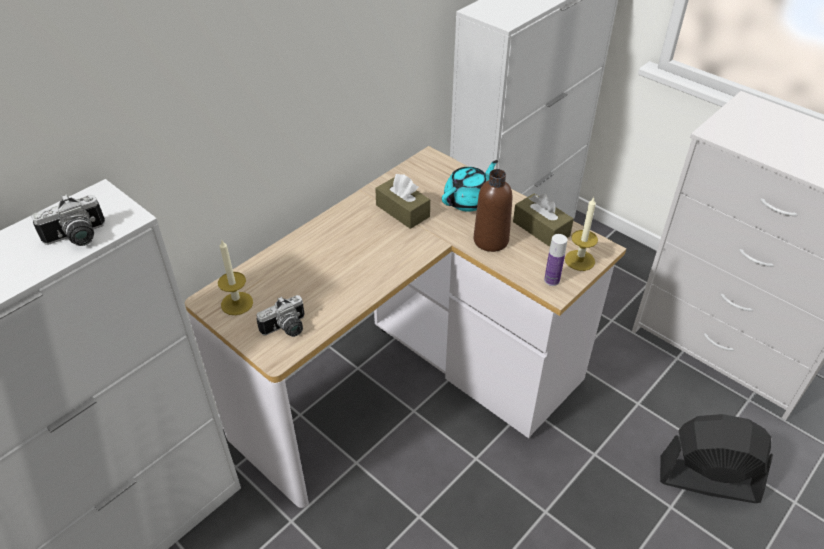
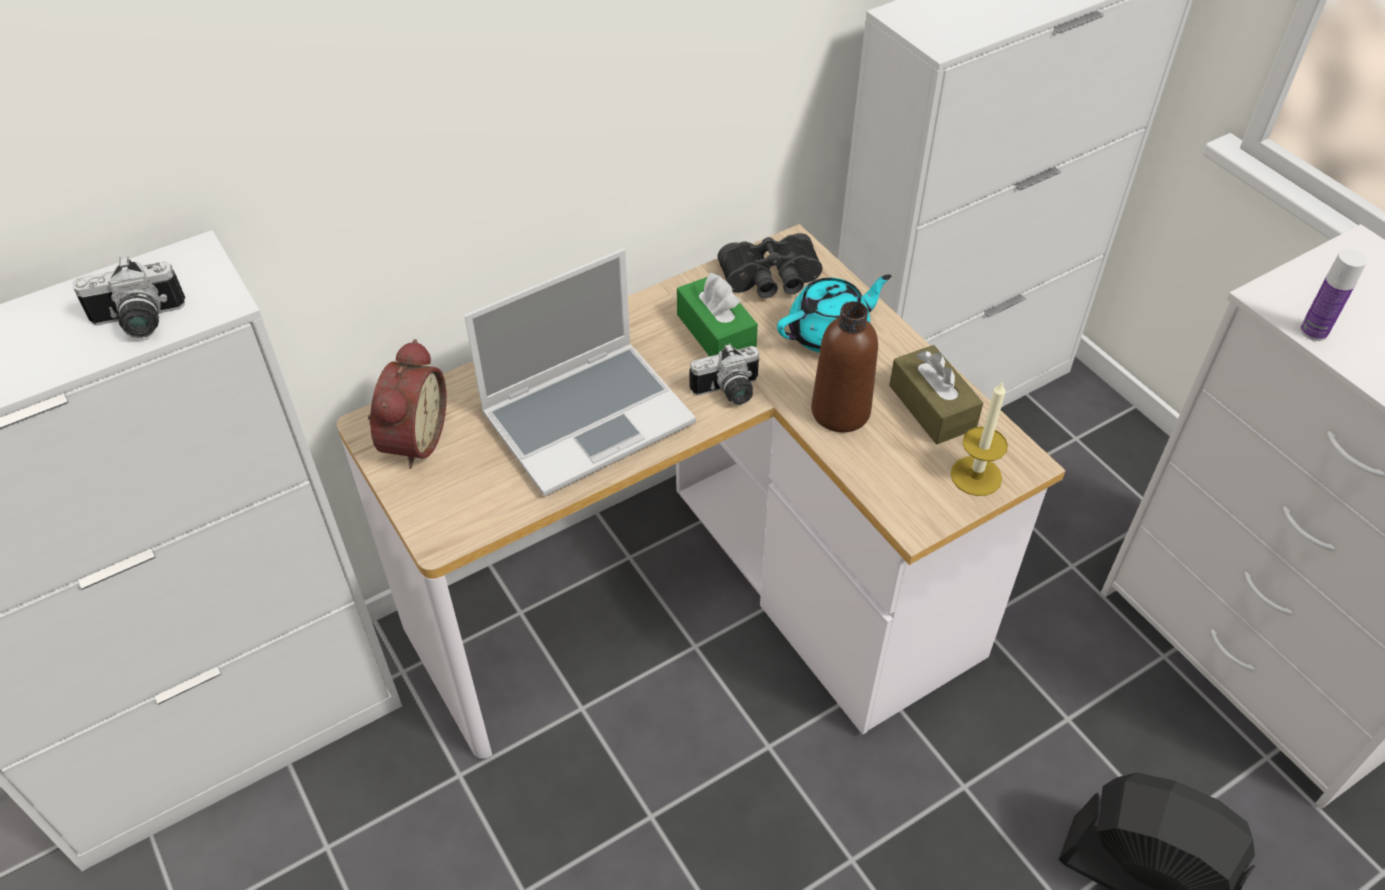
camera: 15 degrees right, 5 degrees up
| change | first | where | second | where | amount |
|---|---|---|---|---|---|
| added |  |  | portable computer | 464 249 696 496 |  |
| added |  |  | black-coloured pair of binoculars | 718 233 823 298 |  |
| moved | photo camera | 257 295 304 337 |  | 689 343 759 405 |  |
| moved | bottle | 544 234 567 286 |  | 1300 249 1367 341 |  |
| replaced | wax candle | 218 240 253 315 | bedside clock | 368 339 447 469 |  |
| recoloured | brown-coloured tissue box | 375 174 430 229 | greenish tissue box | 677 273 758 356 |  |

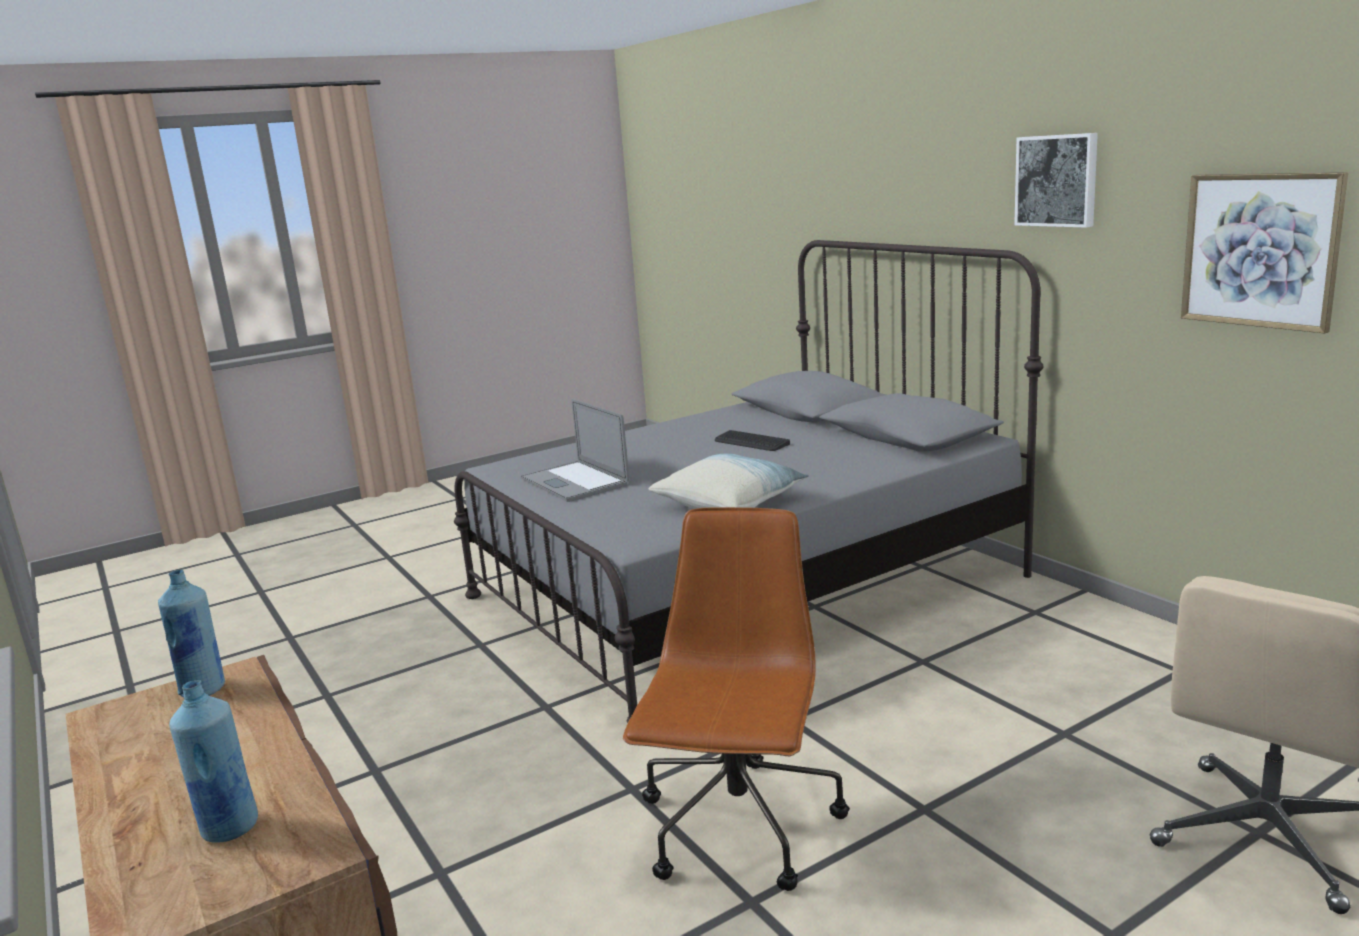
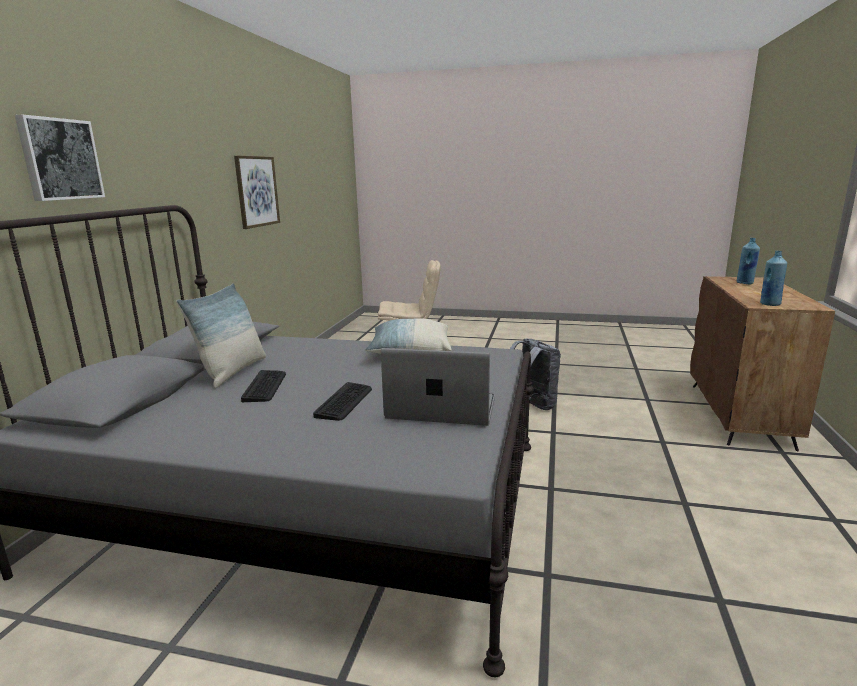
camera: 135 degrees left, 0 degrees up
| change | first | where | second | where | amount |
|---|---|---|---|---|---|
| added |  |  | cushion | 176 283 266 388 |  |
| added |  |  | computer keyboard | 313 382 372 421 |  |
| moved | wall picture | 1014 133 1098 228 |  | 15 115 105 201 |  |
| replaced | brown-coloured office chair | 623 507 850 891 | grey backpack | 510 339 561 410 |  |
| turned | portable computer | 521 399 629 502 |  | 381 348 495 426 | 90 degrees counterclockwise |

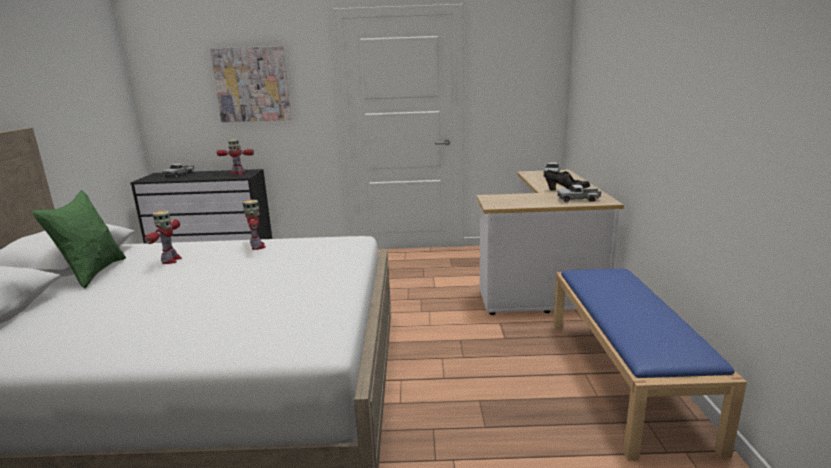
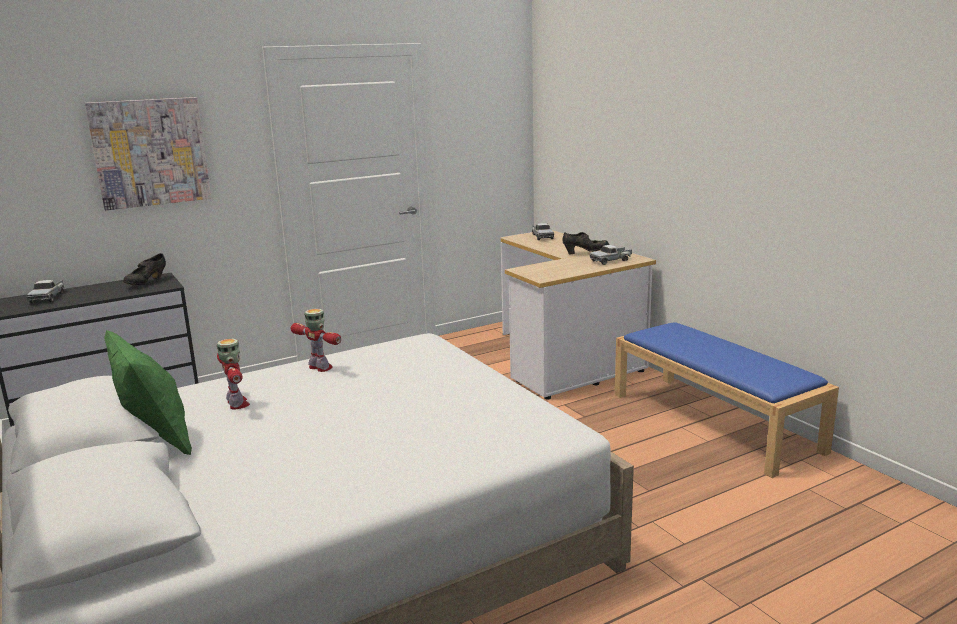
camera: 30 degrees left, 0 degrees up
| change | first | where | second | where | amount |
|---|---|---|---|---|---|
| replaced | robot figure | 217 139 254 175 | black-coloured item of footwear | 123 253 166 285 |  |

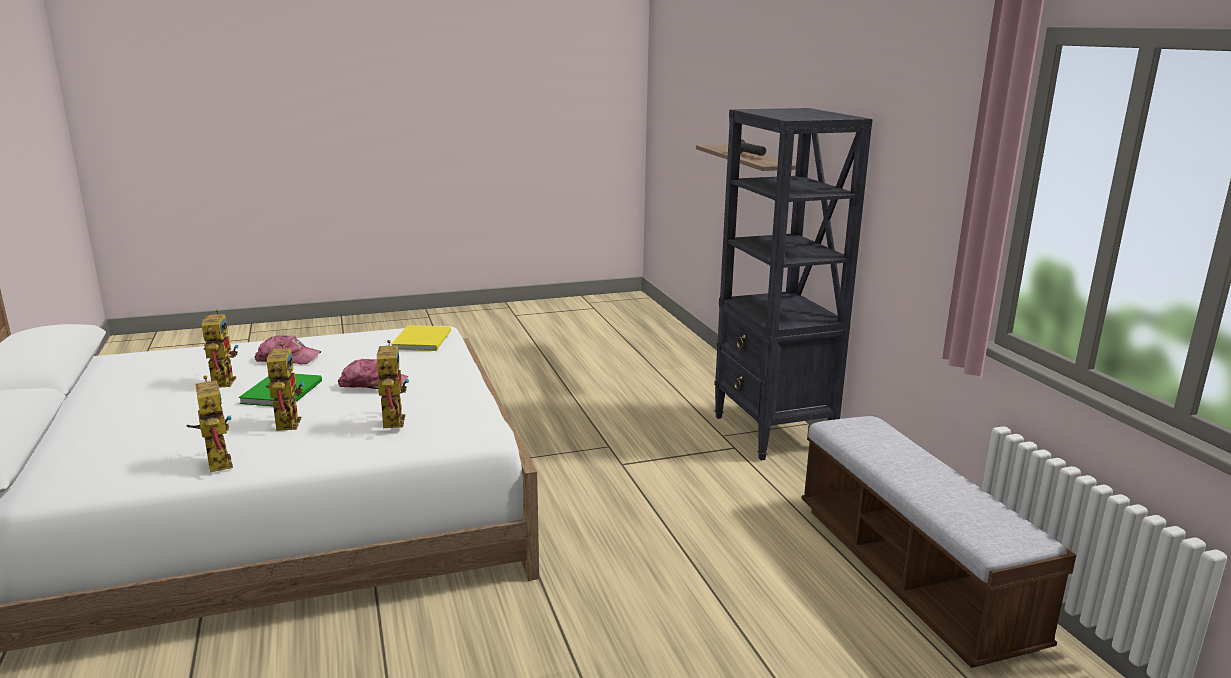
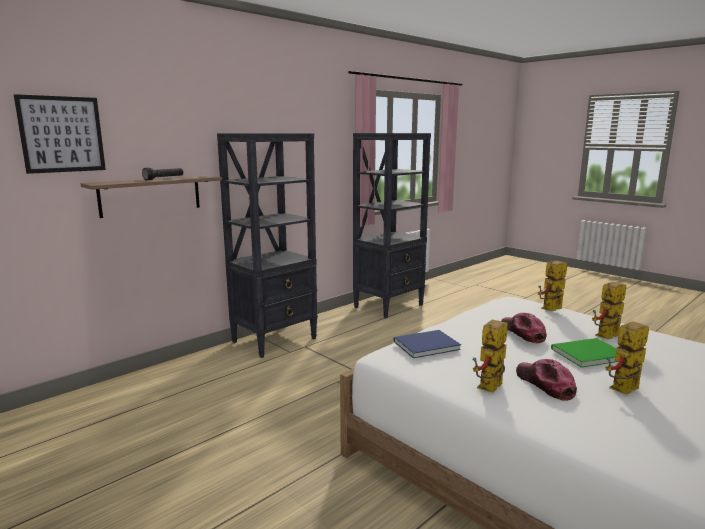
camera: 115 degrees left, 5 degrees down
| change | first | where | second | where | amount |
|---|---|---|---|---|---|
| added |  |  | wall picture | 14 94 106 174 |  |
| moved | robot figure | 187 375 233 472 |  | 473 319 508 393 |  |
| replaced | bench | 801 416 1076 668 | black-coloured shelving unit | 353 133 431 319 |  |
| recoloured | yellowish volume | 392 325 451 351 | blue volume | 394 330 461 358 |  |

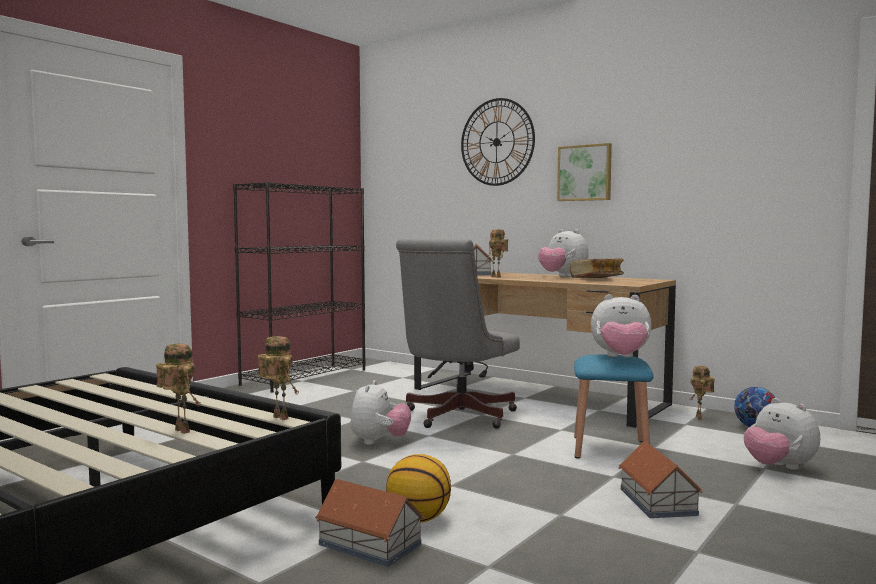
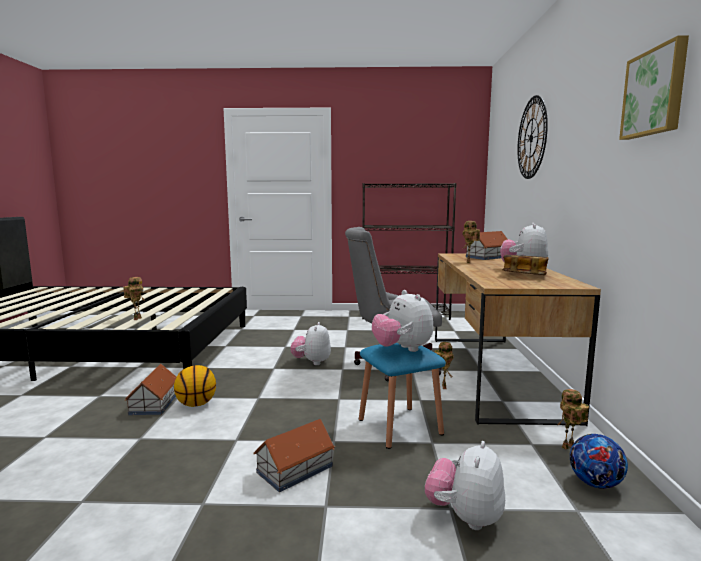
camera: 55 degrees right, 5 degrees up
| change | first | where | second | where | amount |
|---|---|---|---|---|---|
| moved | robot figure | 258 336 299 420 |  | 434 342 454 389 |  |
| moved | wall picture | 557 143 612 201 |  | 619 35 689 140 |  |
| turned | soft toy | 351 380 411 445 |  | 290 322 331 365 | 120 degrees clockwise |

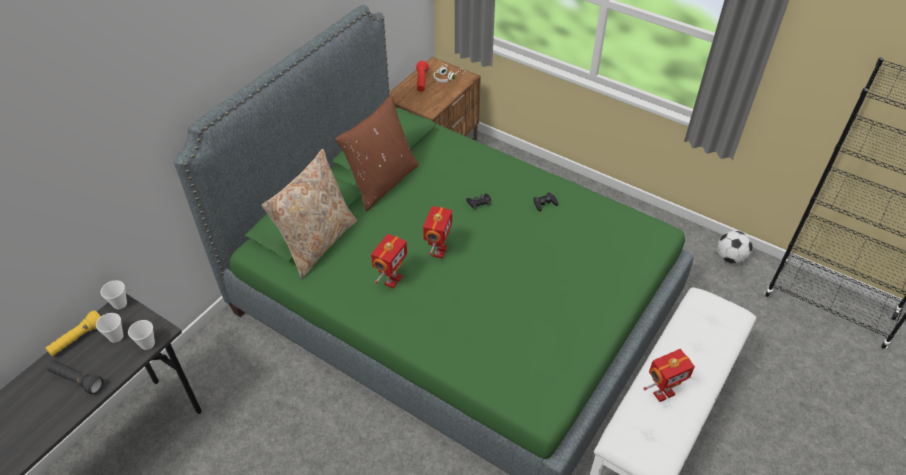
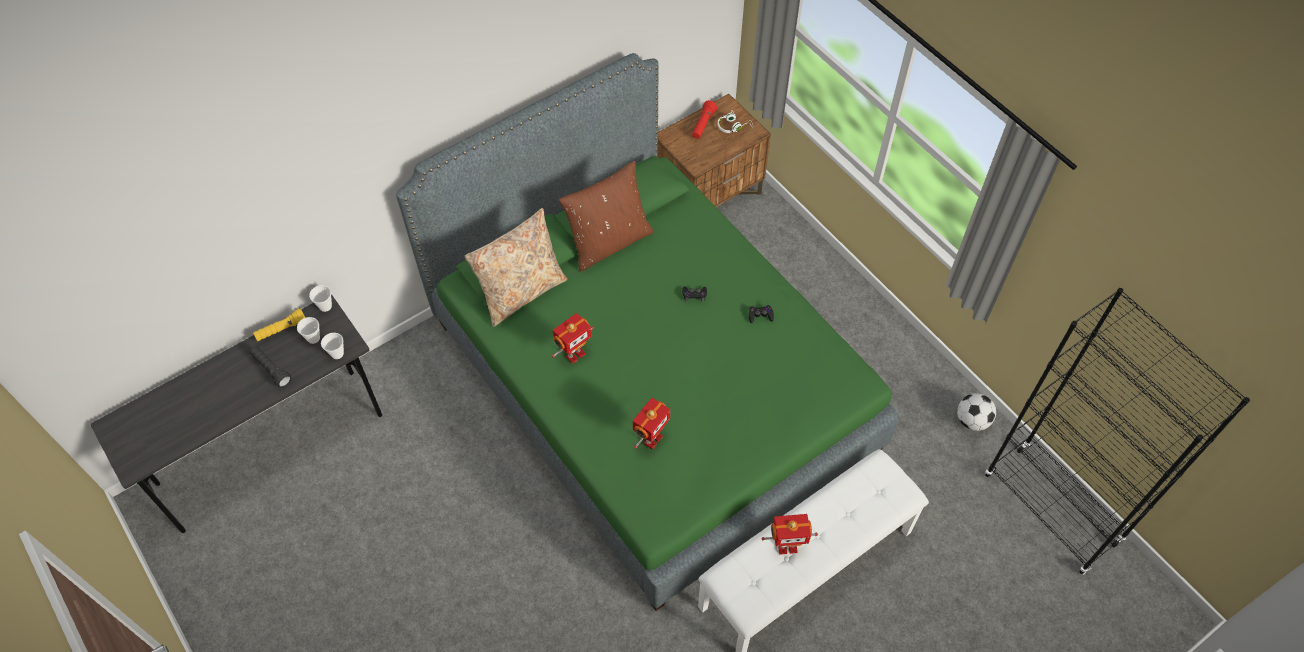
camera: 20 degrees right, 10 degrees up
| change | first | where | second | where | amount |
|---|---|---|---|---|---|
| moved | robot figure | 423 206 452 259 |  | 633 398 670 450 |  |

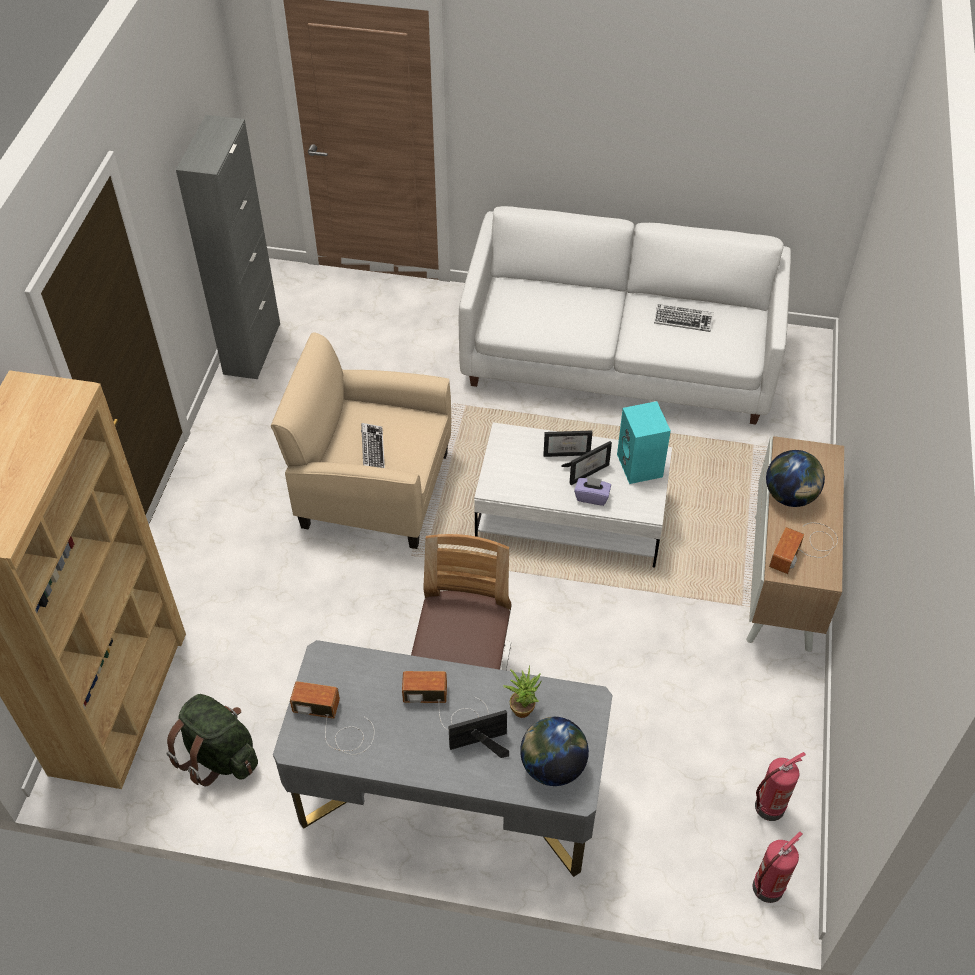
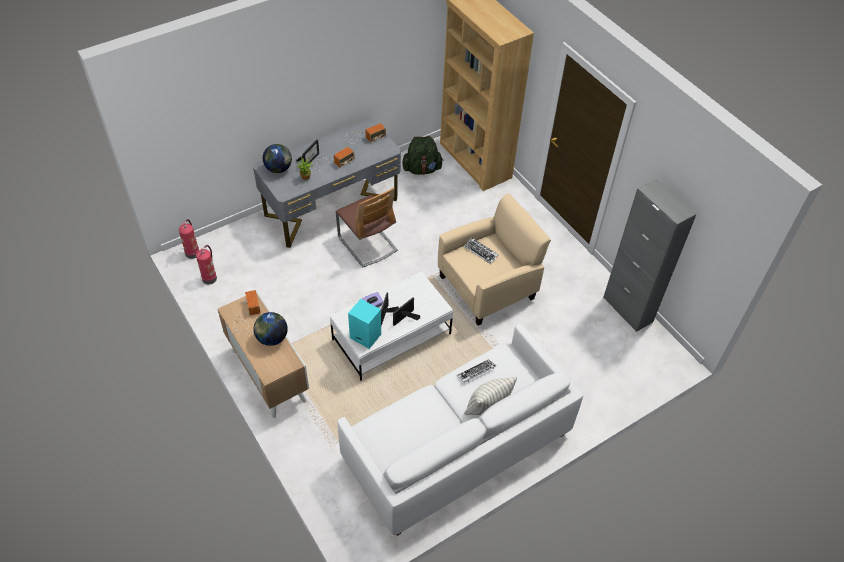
camera: 135 degrees right, 0 degrees up
| change | first | where | second | where | amount |
|---|---|---|---|---|---|
| added |  |  | cushion | 464 377 517 415 |  |
| moved | computer keyboard | 654 304 714 332 |  | 457 359 496 382 |  |

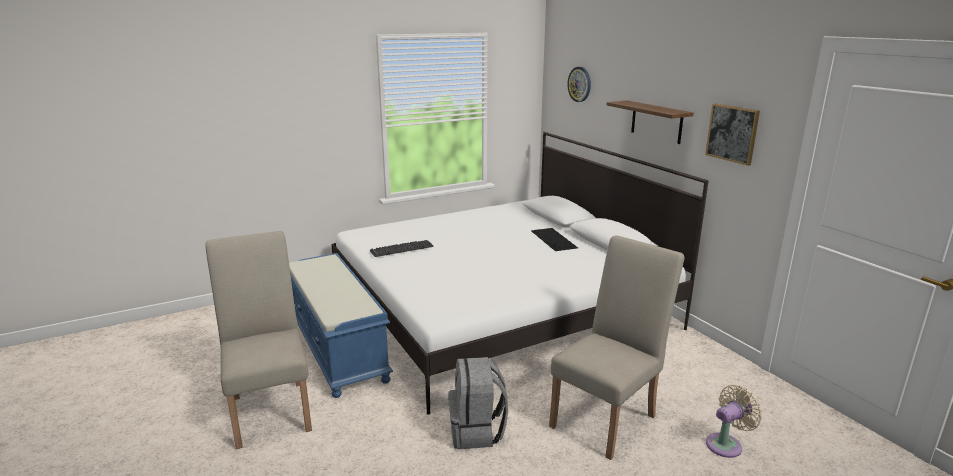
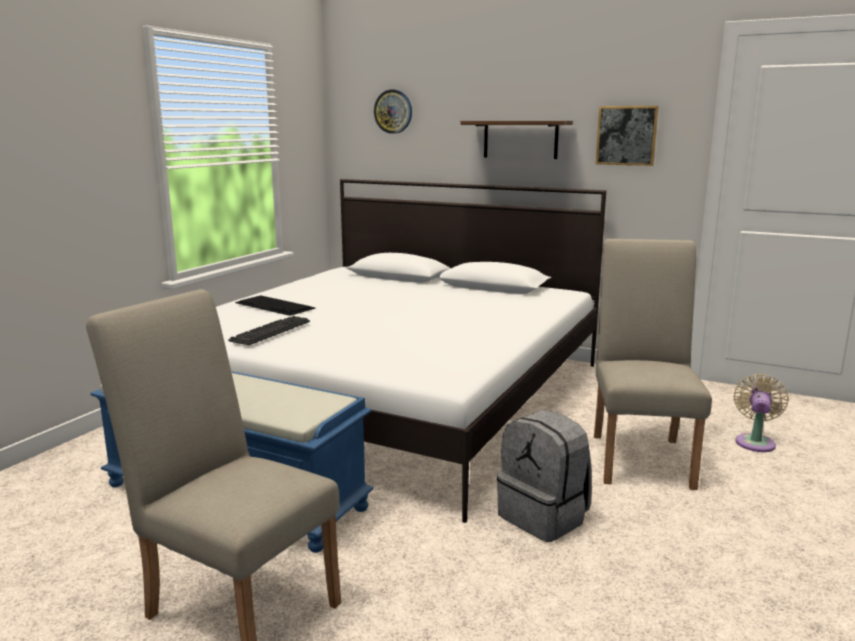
camera: 35 degrees left, 5 degrees down
| change | first | where | second | where | amount |
|---|---|---|---|---|---|
| moved | computer keyboard | 531 228 578 251 |  | 235 295 316 316 |  |

